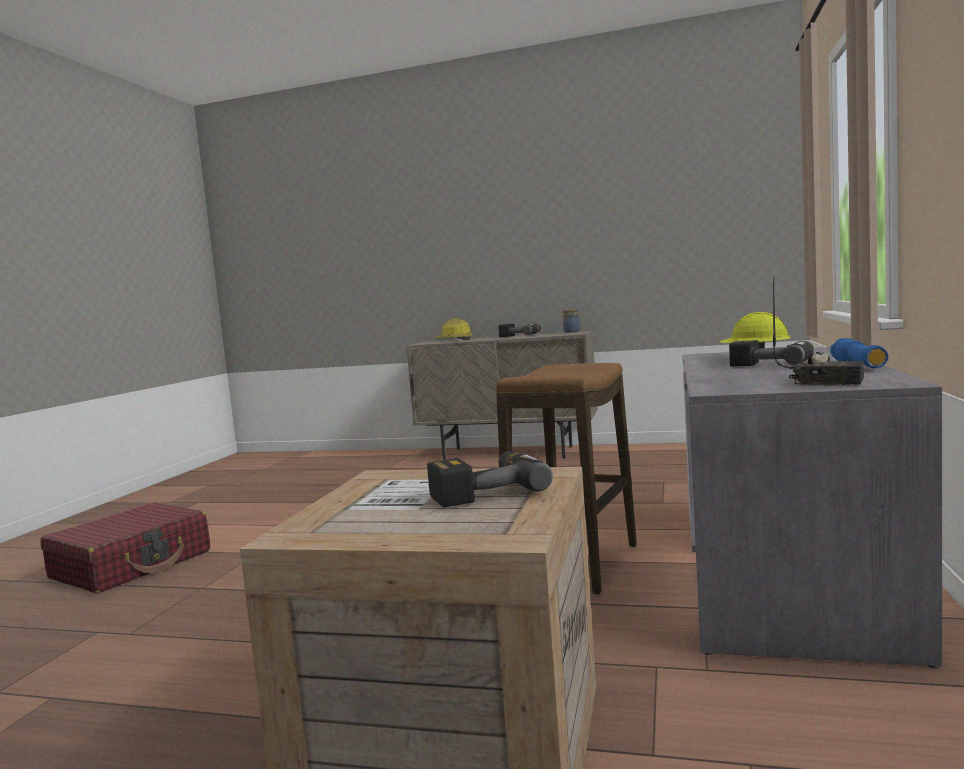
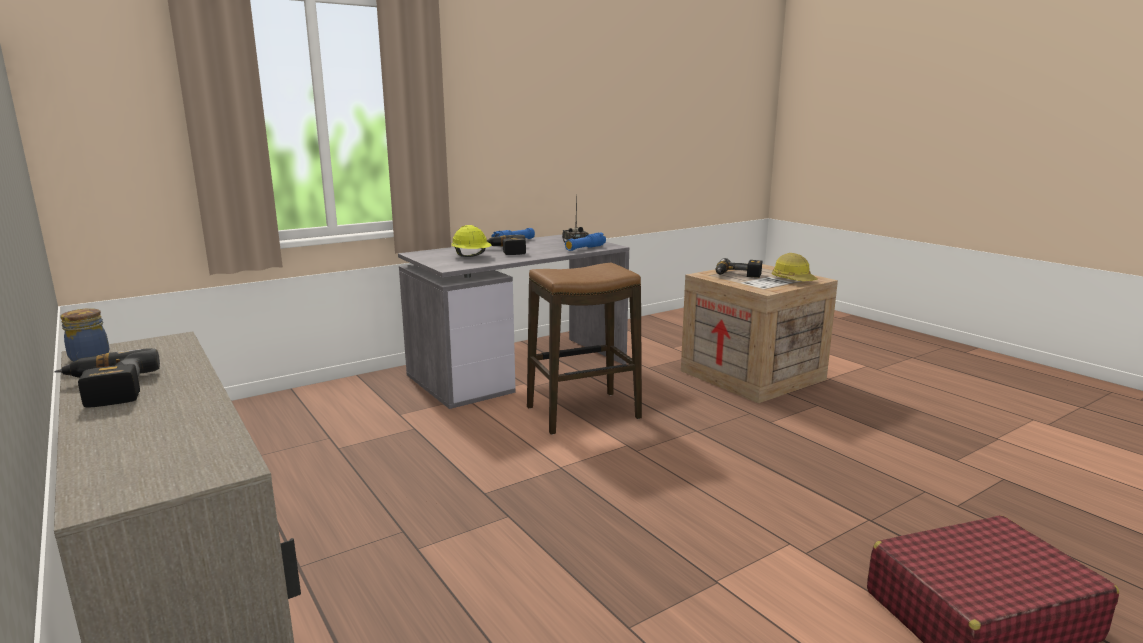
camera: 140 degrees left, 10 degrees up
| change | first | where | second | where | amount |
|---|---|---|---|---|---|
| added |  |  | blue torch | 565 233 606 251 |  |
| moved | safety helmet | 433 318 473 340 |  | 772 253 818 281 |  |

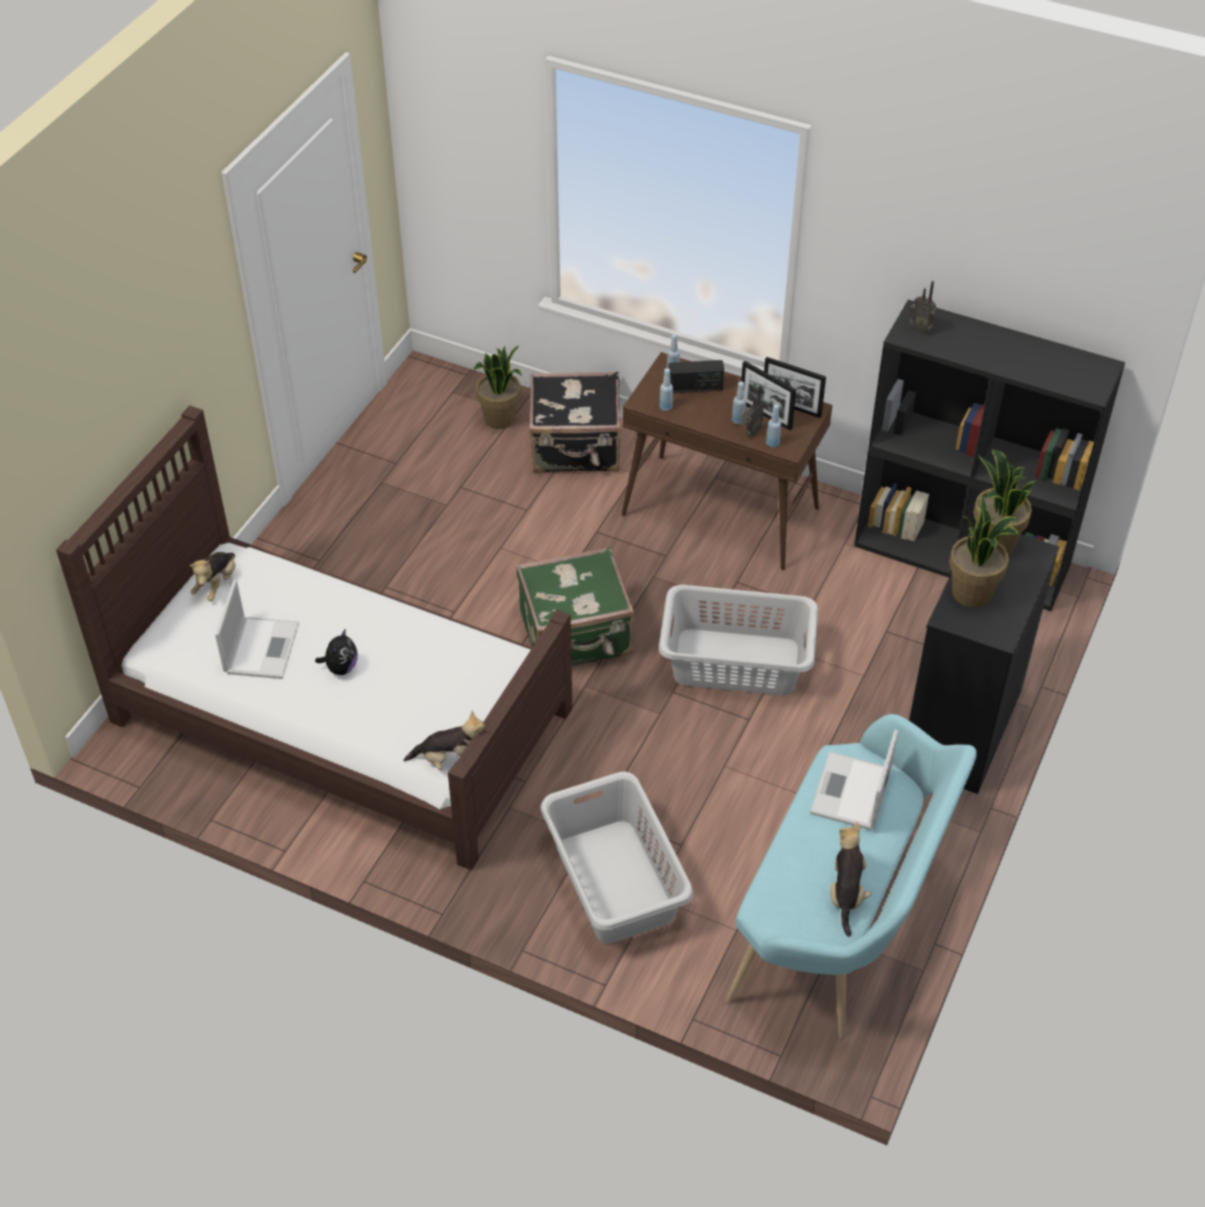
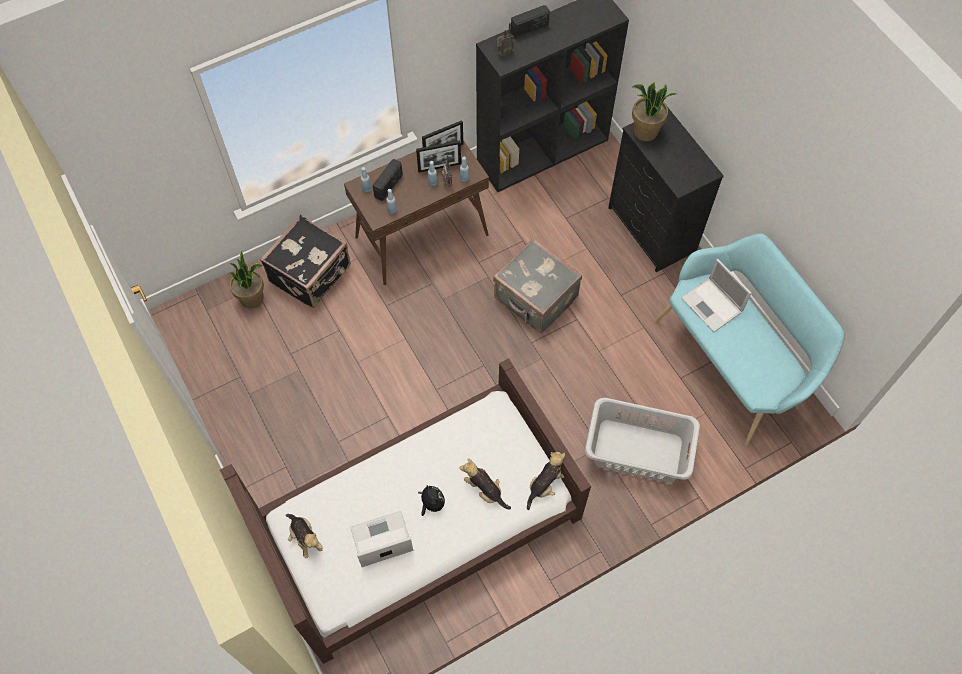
camera: 55 degrees left, 15 degrees up
| change | first | where | second | where | amount |
|---|---|---|---|---|---|
| removed | greenish suitcase | 516 547 634 666 |  |  |  |
| removed | potted plant | 949 495 1019 608 |  |  |  |
| added |  |  | radio receiver | 511 5 550 39 |  |
| moved | soft toy | 830 822 872 937 |  | 460 458 511 509 |  |
| replaced | grey washing basket | 659 585 818 695 | grey suitcase | 493 239 582 334 |  |
| turned | portable computer | 215 579 299 679 |  | 350 511 413 567 | 60 degrees counterclockwise |

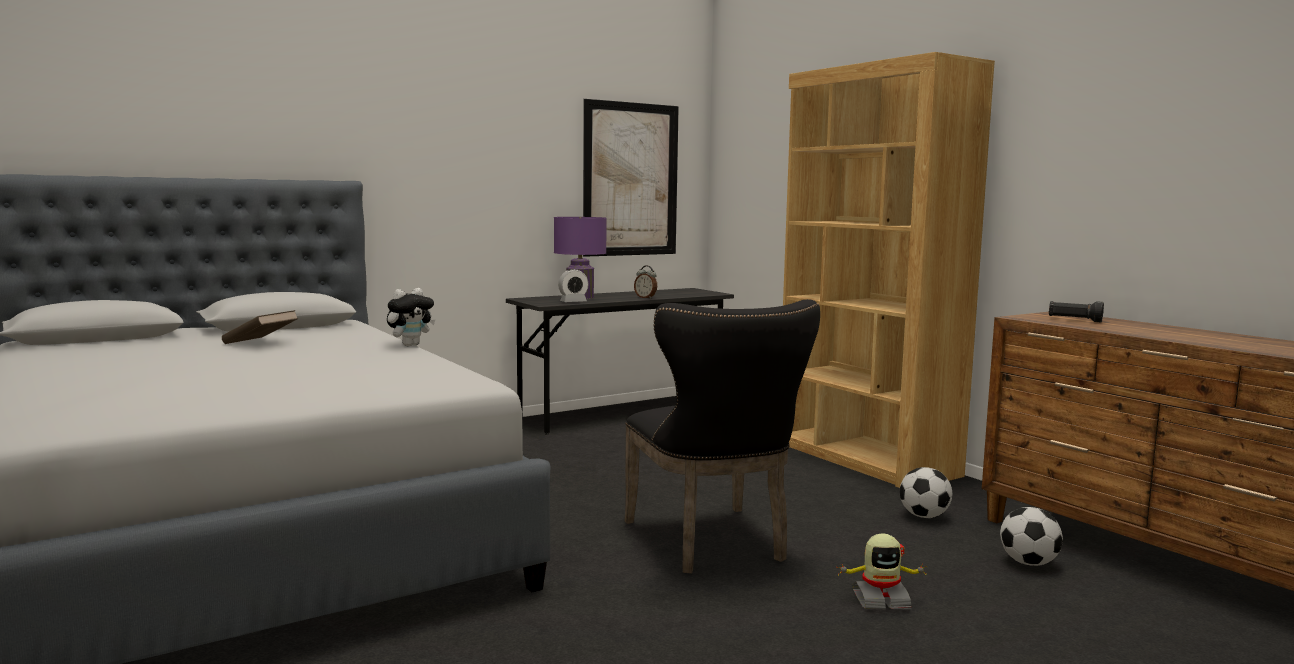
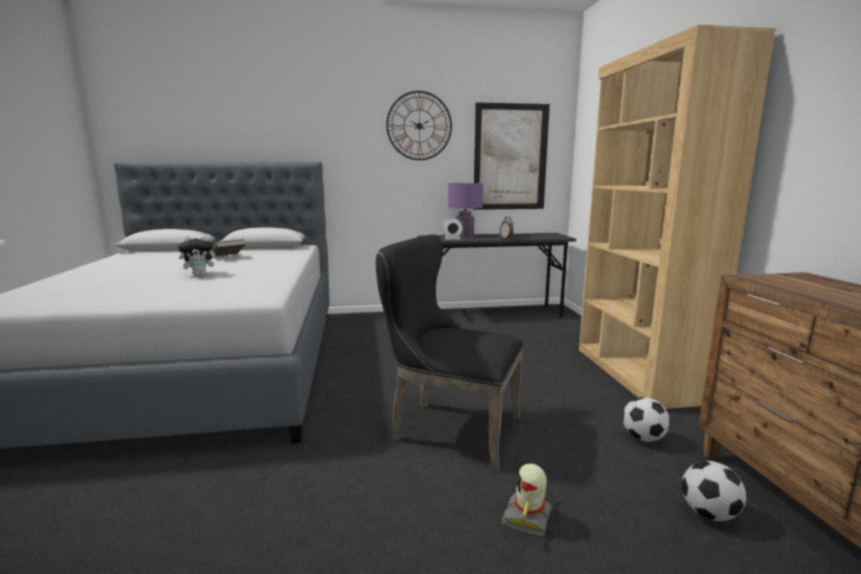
camera: 25 degrees right, 5 degrees up
| change | first | where | second | where | amount |
|---|---|---|---|---|---|
| removed | black-coloured torch | 1049 301 1104 322 |  |  |  |
| added |  |  | wall clock | 386 91 452 160 |  |
| moved | soft toy | 387 288 435 346 |  | 178 235 220 276 |  |
| turned | black-coloured plain chair | 624 299 820 574 |  | 376 235 524 472 | 105 degrees clockwise |
| turned | robot figure | 836 533 927 609 |  | 501 464 551 536 | 90 degrees clockwise |

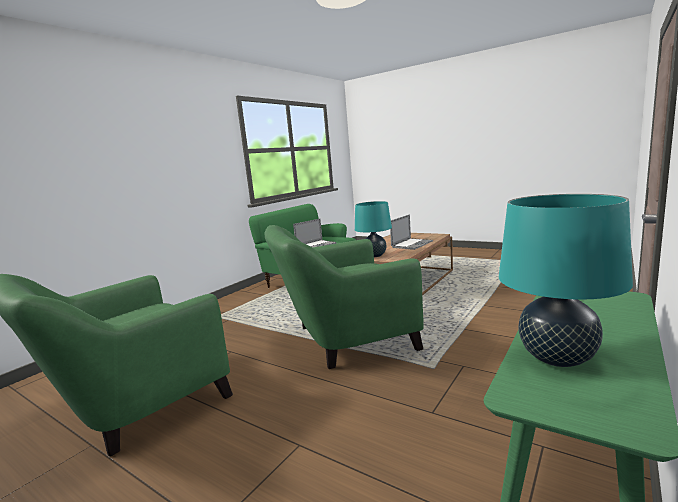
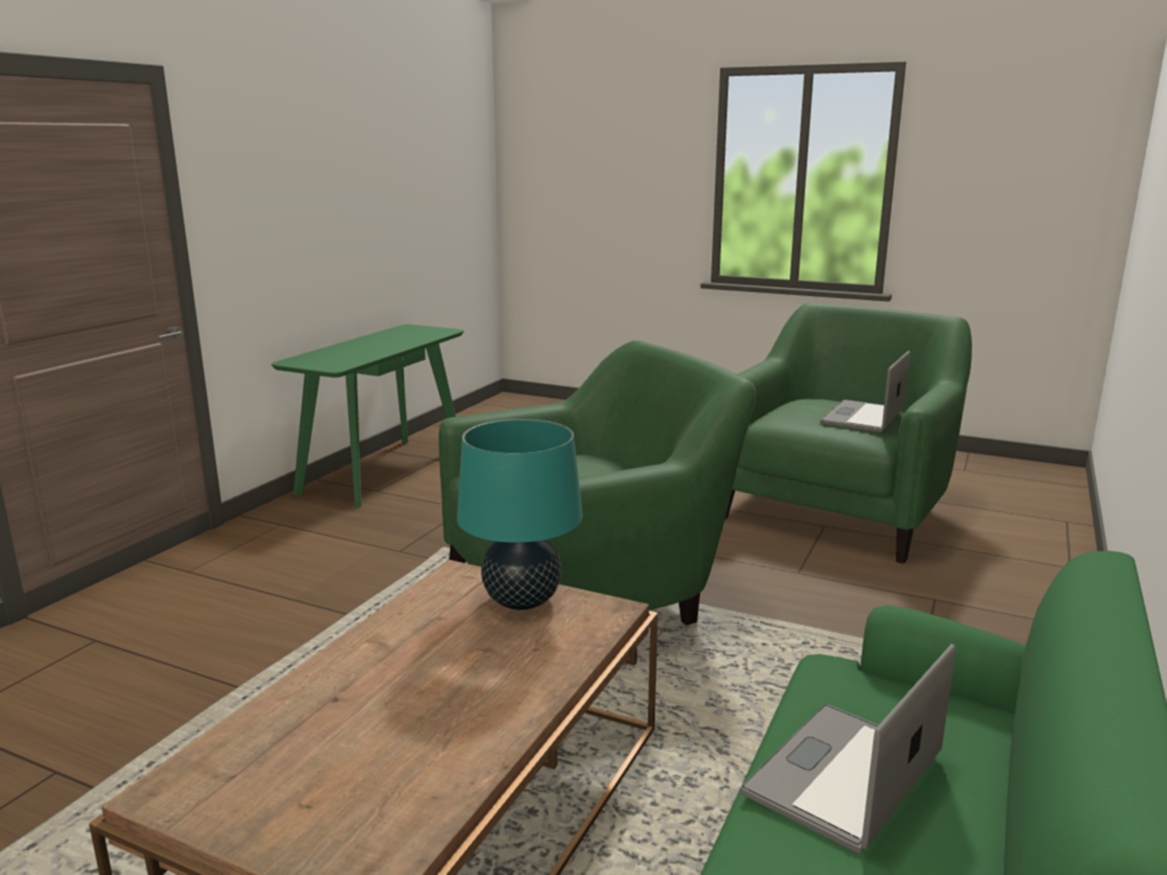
camera: 170 degrees right, 5 degrees up
| change | first | where | second | where | amount |
|---|---|---|---|---|---|
| removed | turquoise-coloured tabletop lamp | 499 194 633 367 |  |  |  |
| moved | portable computer | 390 214 433 250 |  | 820 351 910 432 |  |

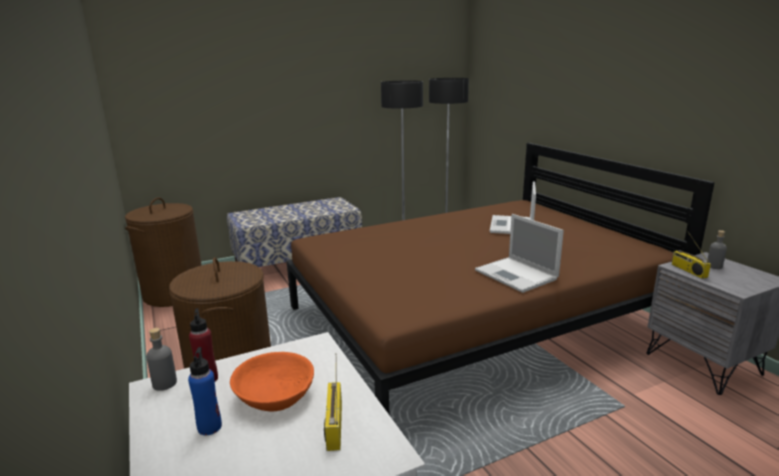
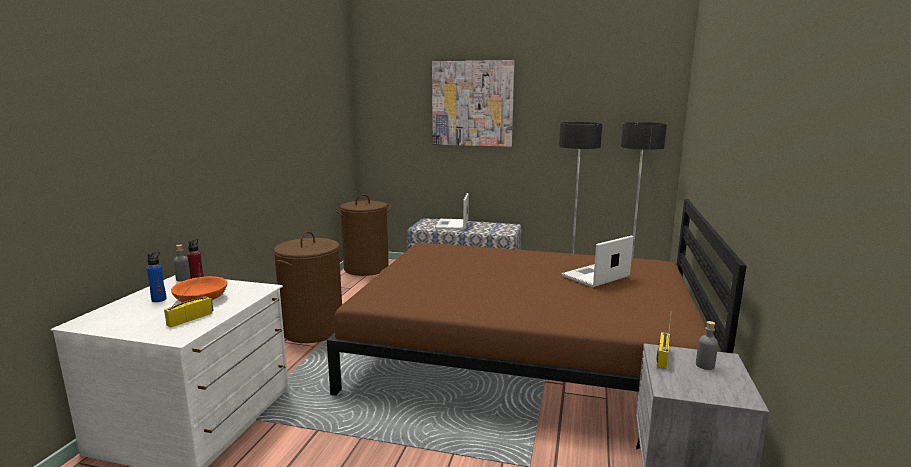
camera: 40 degrees right, 5 degrees down
| change | first | where | second | where | amount |
|---|---|---|---|---|---|
| added |  |  | wall picture | 432 60 515 147 |  |
| moved | portable computer | 475 214 564 293 |  | 435 193 469 230 |  |

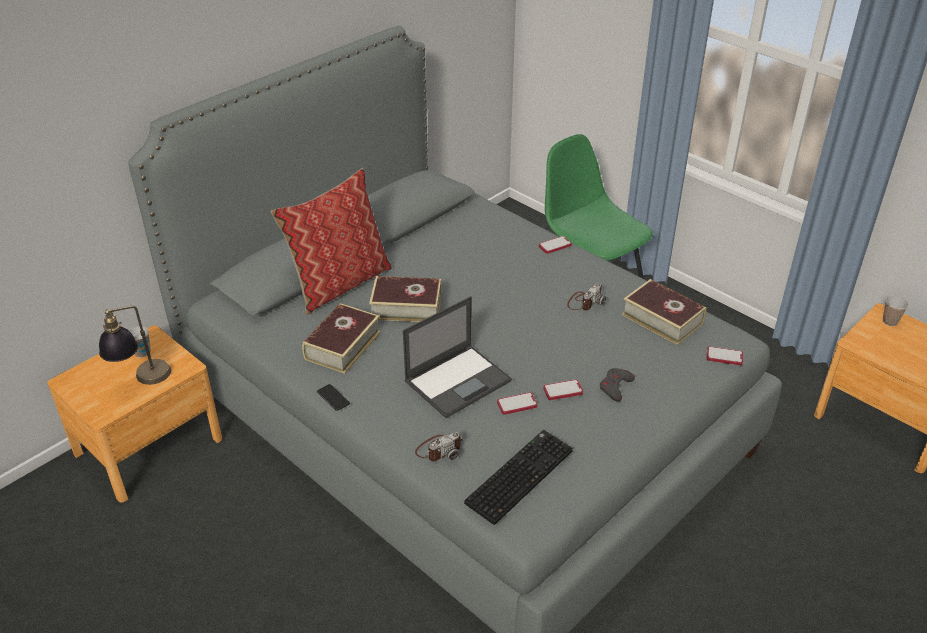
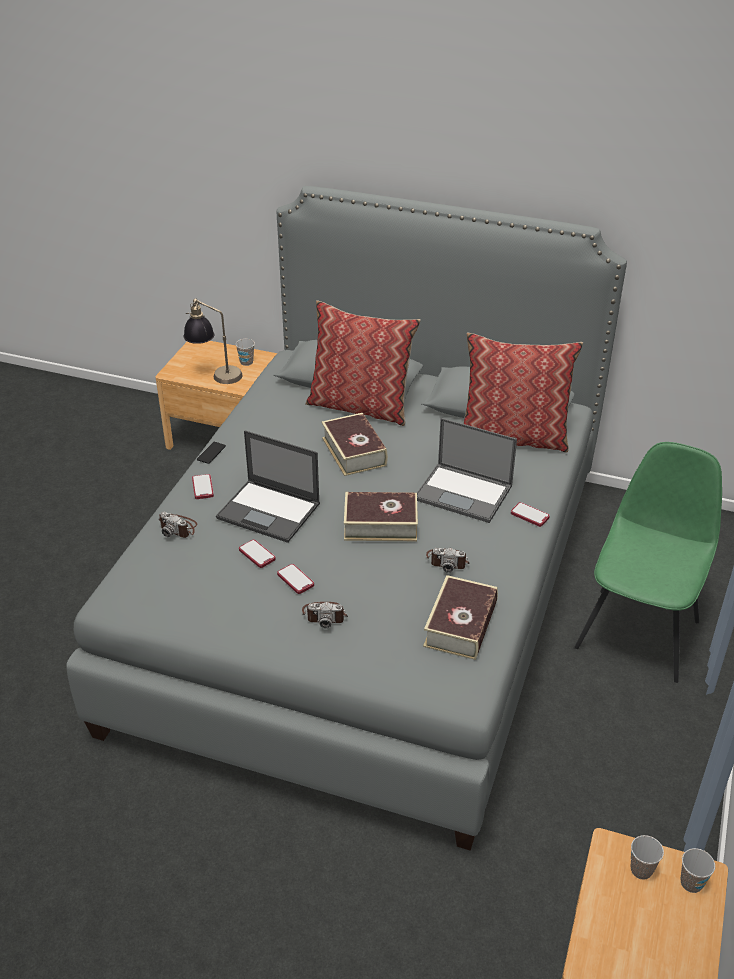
camera: 65 degrees right, 0 degrees up
| change | first | where | second | where | amount |
|---|---|---|---|---|---|
| removed | computer keyboard | 464 430 573 525 |  |  |  |
| added |  |  | portable computer | 417 418 517 523 |  |
| added |  |  | cushion | 463 333 583 453 |  |
| added |  |  | small cup | 631 835 664 880 |  |
| moved | volume | 302 303 381 374 |  | 344 492 418 541 |  |
| moved | phone | 707 346 743 365 |  | 192 474 214 499 |  |
| replaced | grey joypad | 600 368 635 402 | photo camera | 302 602 348 628 |  |

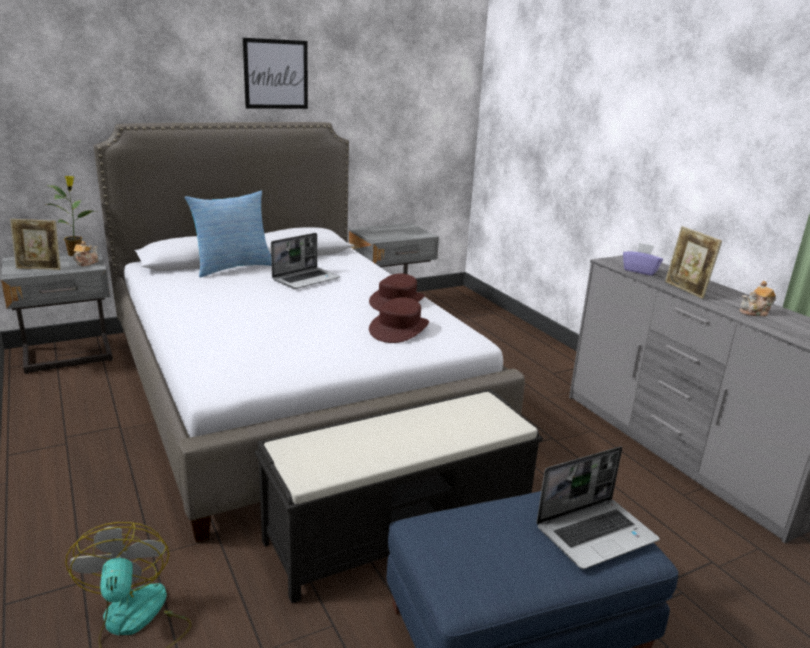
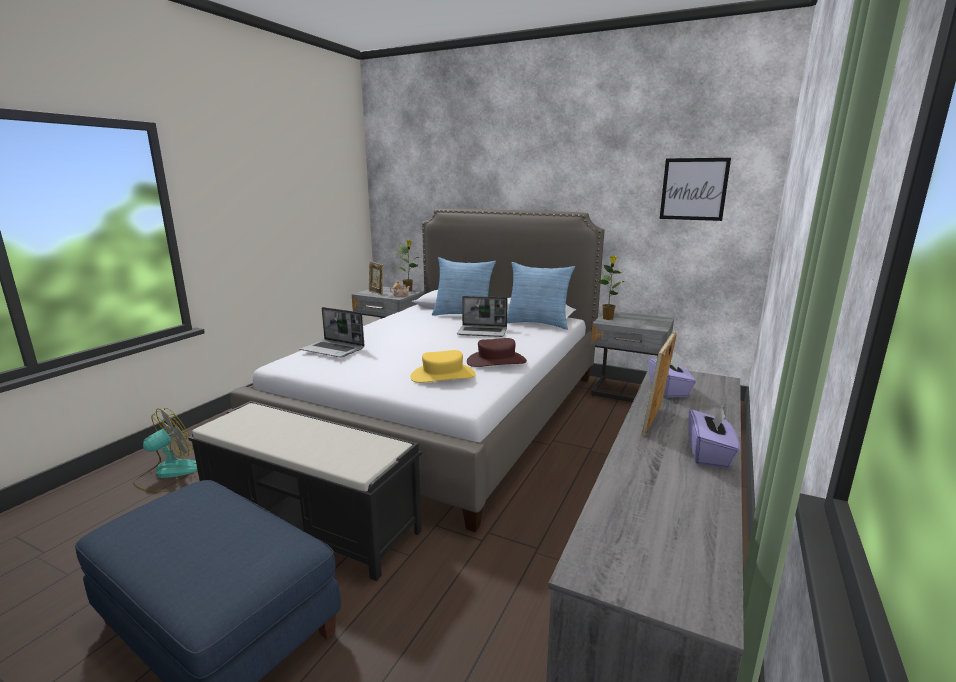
camera: 55 degrees right, 5 degrees down
| change | first | where | second | where | amount |
|---|---|---|---|---|---|
| removed | tea pot | 739 281 776 316 |  |  |  |
| added |  |  | cushion | 507 262 575 330 |  |
| added |  |  | potted plant | 597 256 626 320 |  |
| added |  |  | purple tissue box | 688 407 740 468 |  |
| moved | wall picture | 243 38 308 109 |  | 660 158 731 221 |  |
| moved | portable computer | 536 446 660 569 |  | 300 307 364 358 |  |
| recoloured | brown-coloured clothing hat | 369 297 429 343 | yellowish clothing hat | 410 350 476 383 |  |

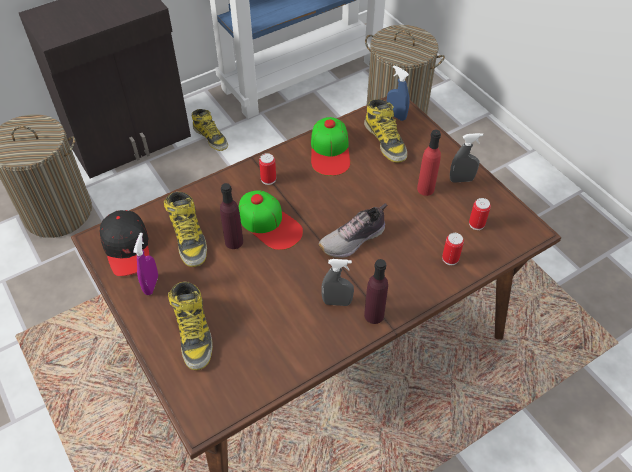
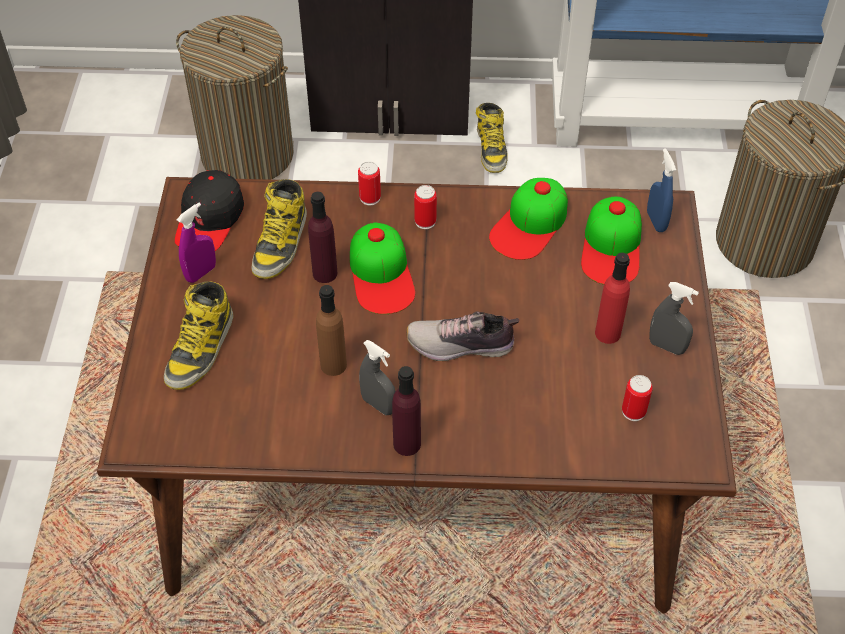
camera: 35 degrees right, 0 degrees up
| change | first | where | second | where | amount |
|---|---|---|---|---|---|
| added |  |  | brown-coloured bottle | 316 285 347 376 |  |
| moved | sealed can | 442 233 464 265 |  | 358 161 381 205 |  |
| replaced | boot | 364 99 407 163 | baseball cap | 581 196 642 285 |  |

